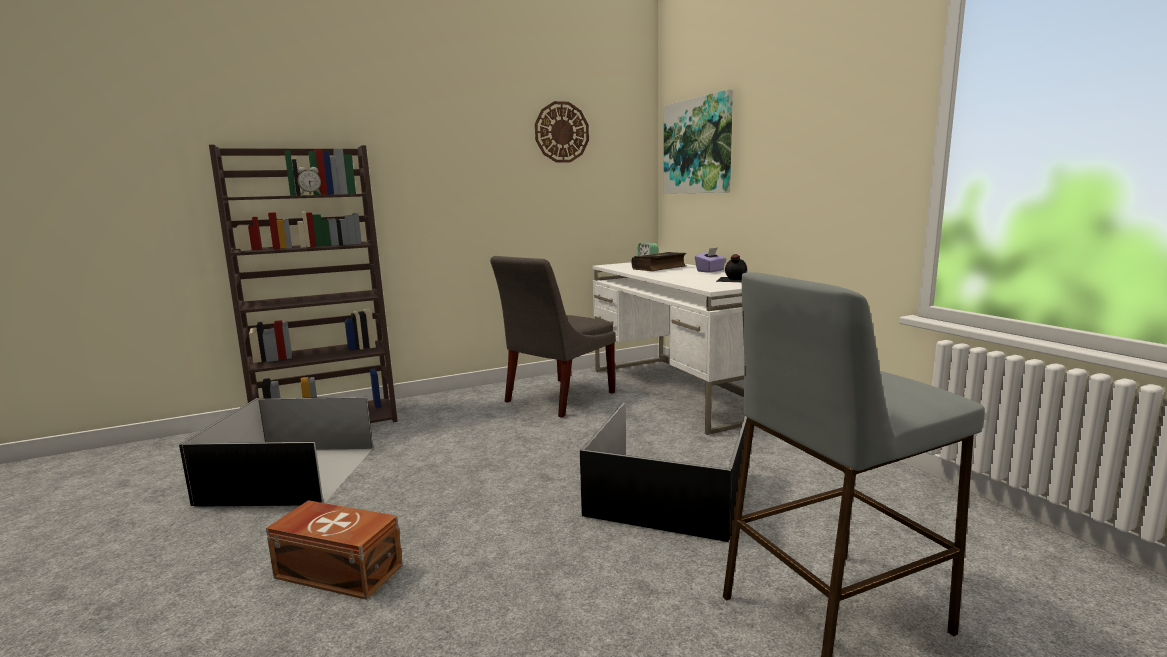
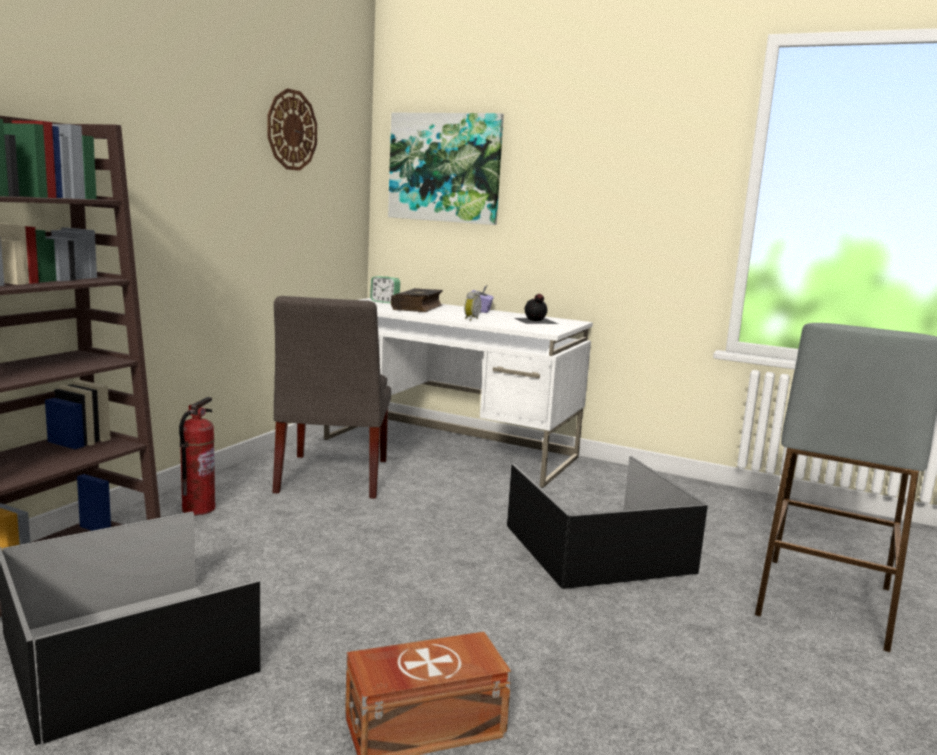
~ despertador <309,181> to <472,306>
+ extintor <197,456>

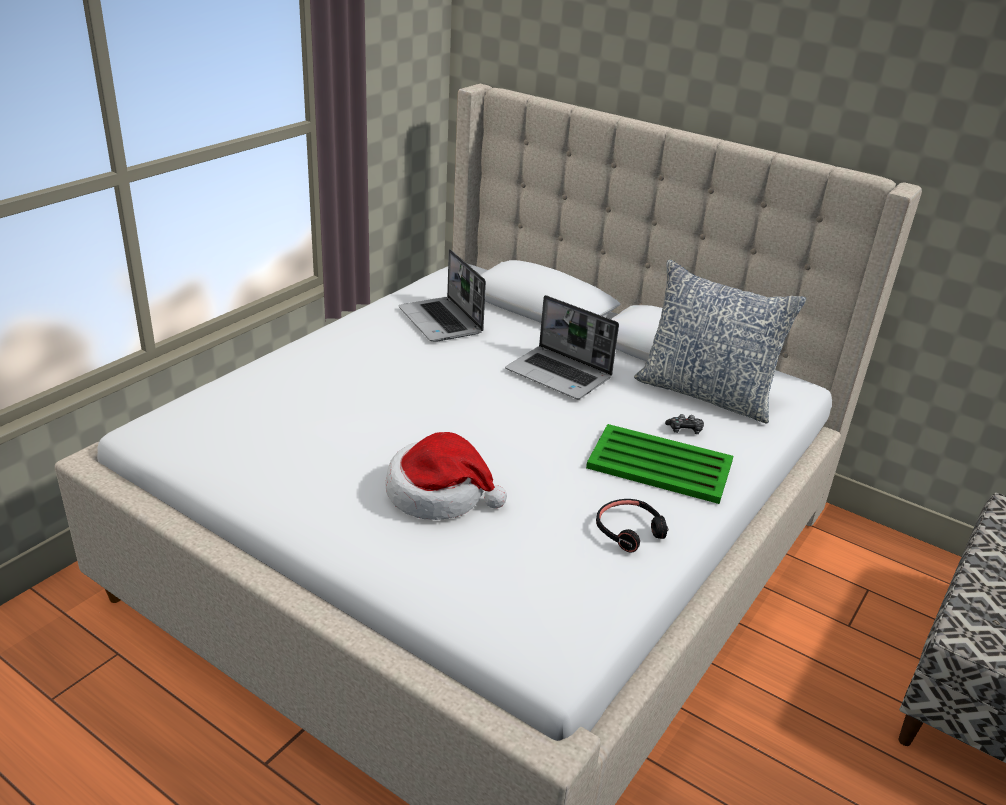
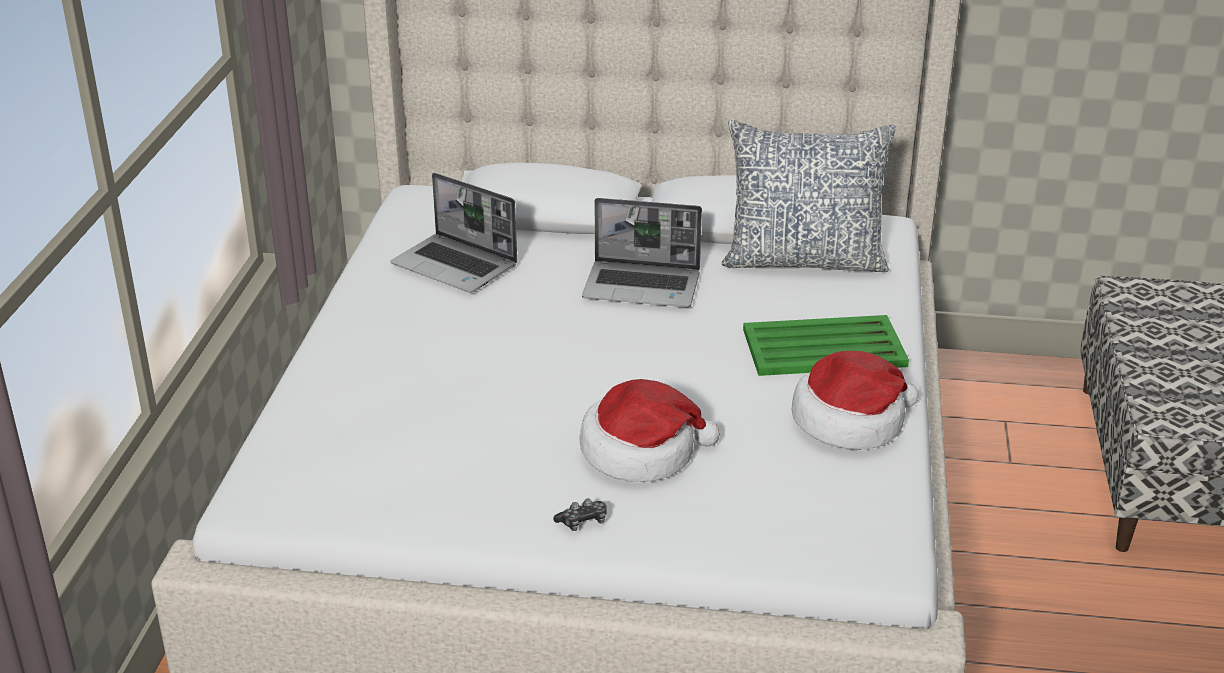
~ auriculares [negro] <632,525> to sombrero <855,400>
~ mando de consola <684,424> to <580,515>

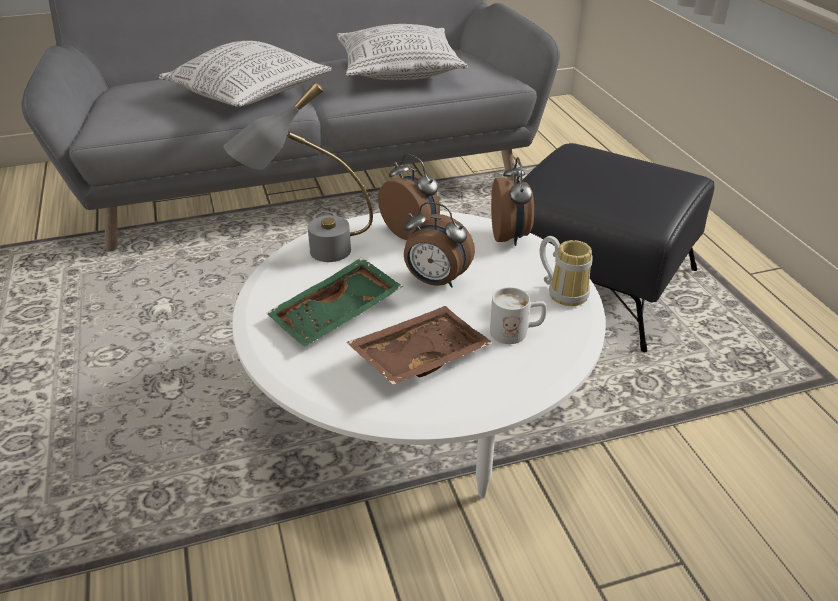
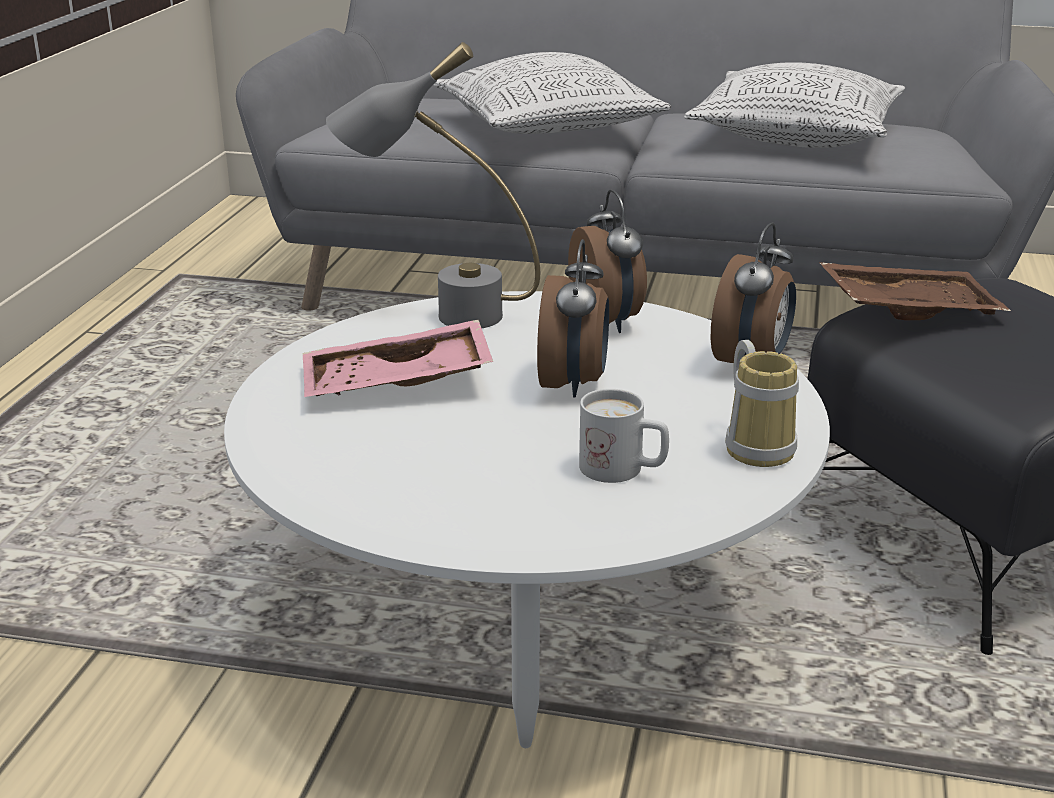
~ bandeja [verde] <334,302> to bandeja [rosa] <398,358>
~ bandeja [marrón] <419,345> to <915,291>
~ despertador <439,245> = <573,318> 135 degrees counterclockwise

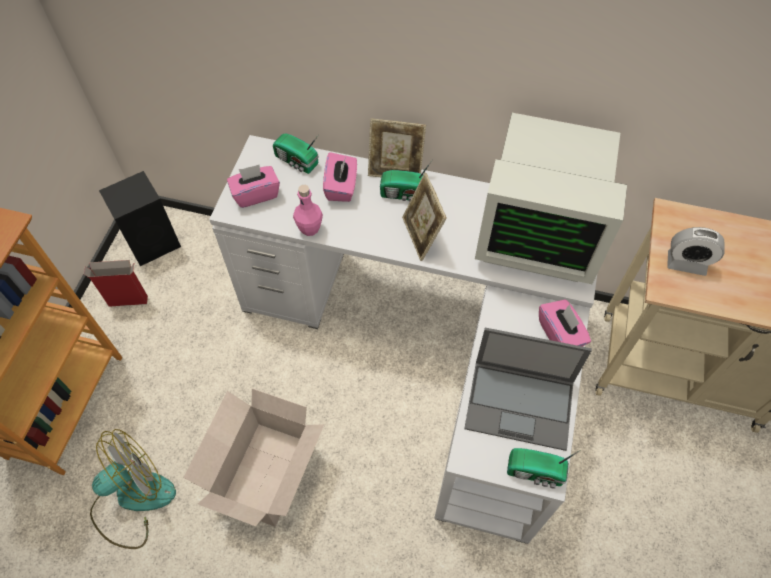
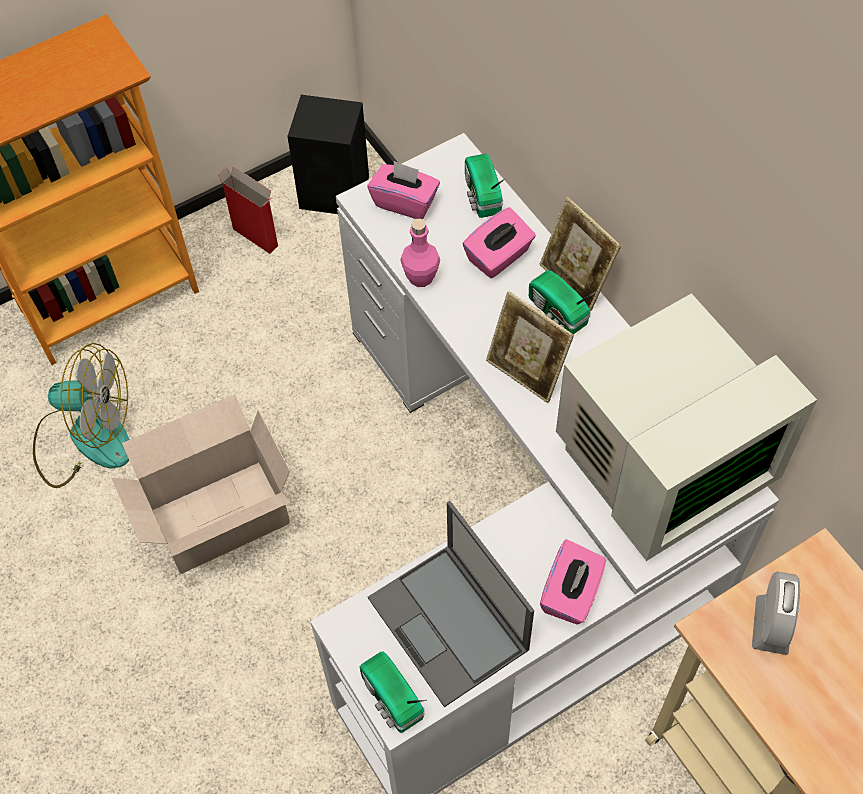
~ portarretratos <424,217> = <530,347> 75 degrees counterclockwise
~ monitor <551,198> = <686,427> 90 degrees counterclockwise
~ despertador <695,251> = <776,613> 135 degrees counterclockwise

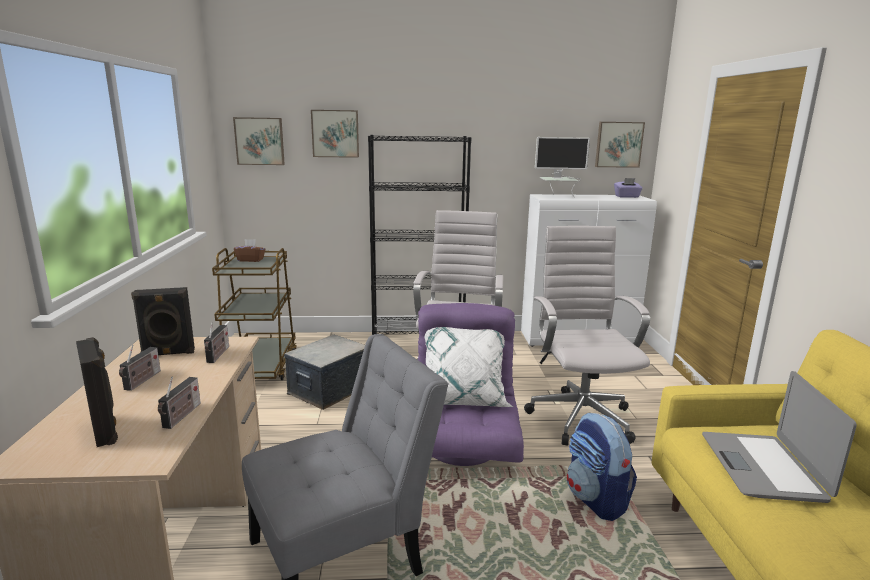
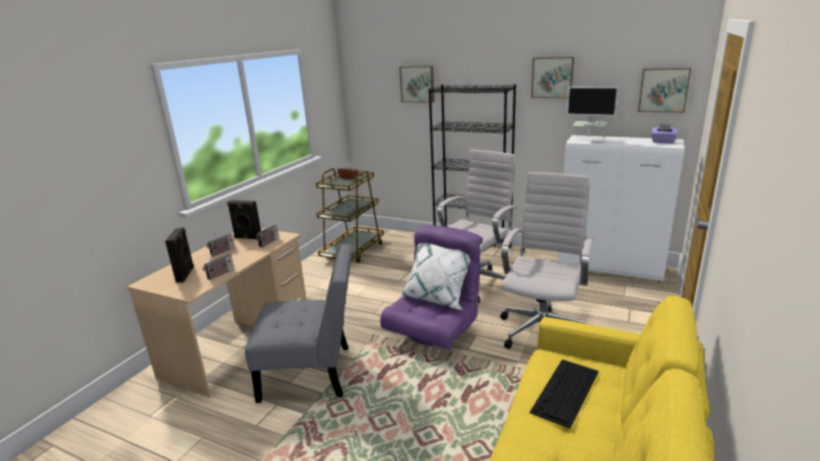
~ cuadro <259,141> to <552,77>
- caja de almacenaje <324,372>
- mochila <602,467>
~ portátil <779,437> to teclado <564,394>

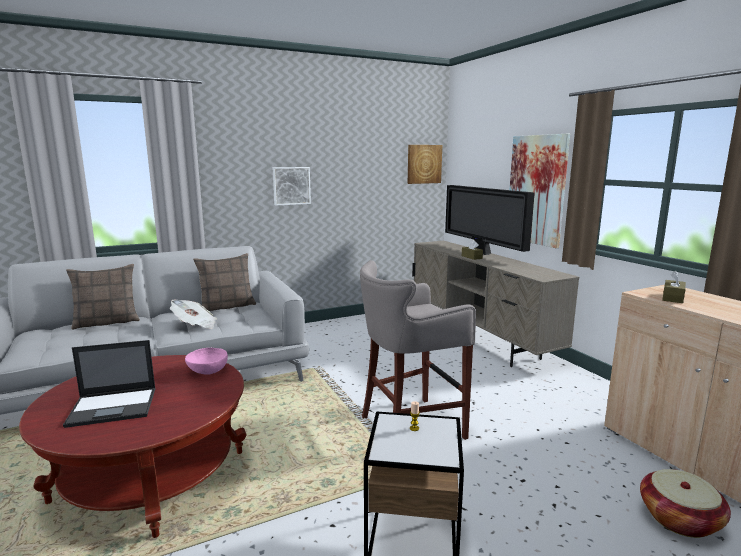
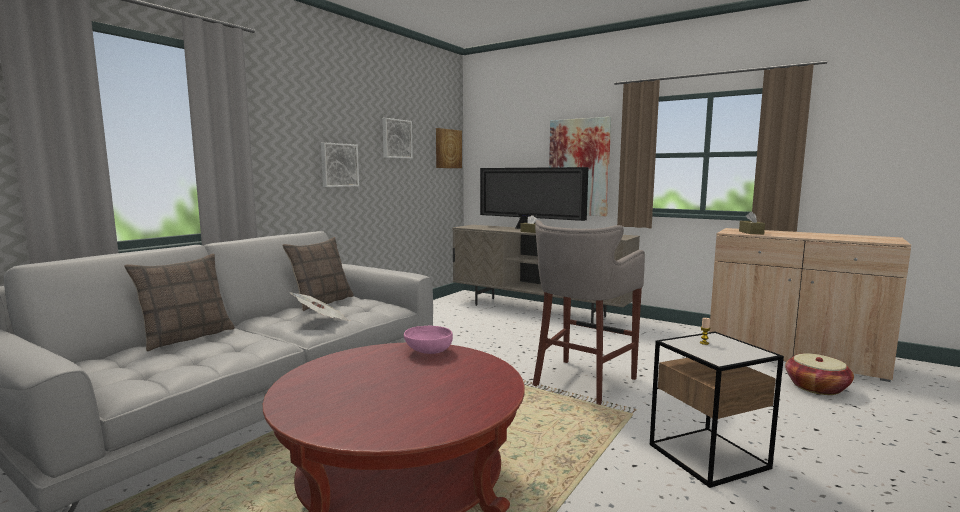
- portátil <109,384>
+ cuadro <397,138>

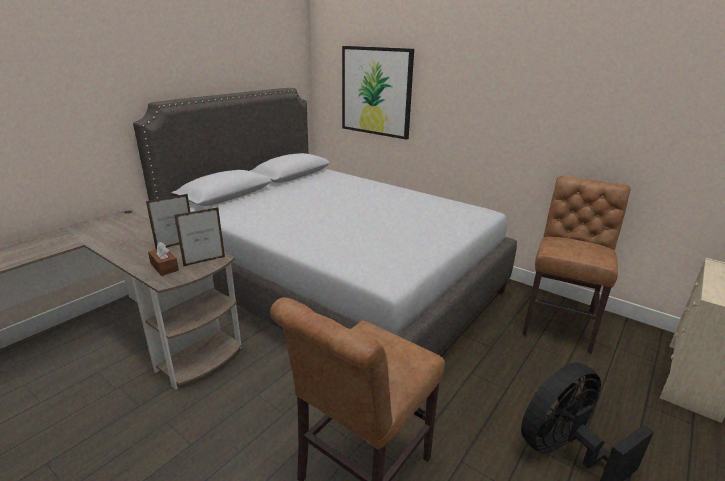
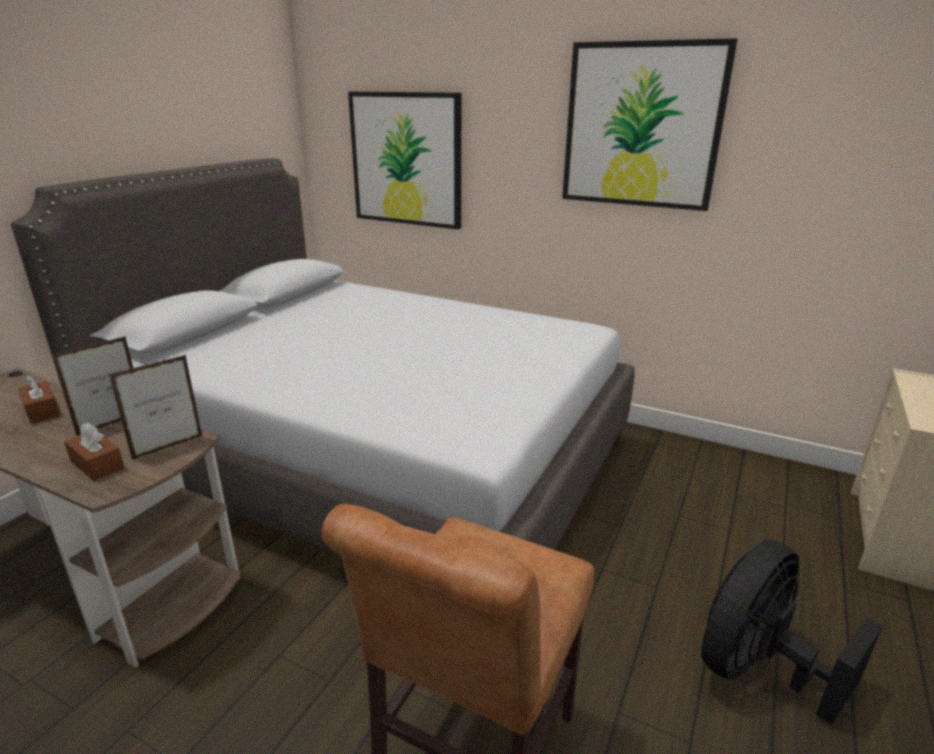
- silla [marrón] <576,265>
+ caja de pañuelos [marrón] <39,399>
+ cuadro <650,124>

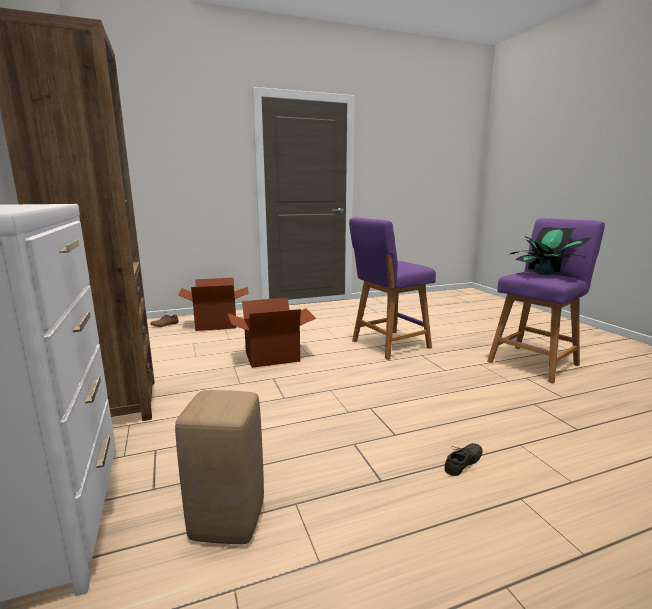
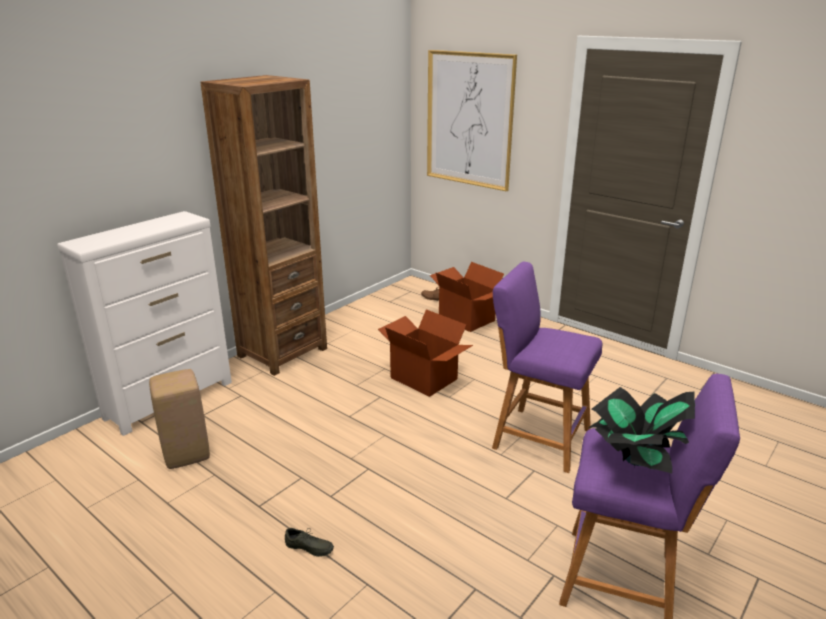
+ cuadro <472,120>

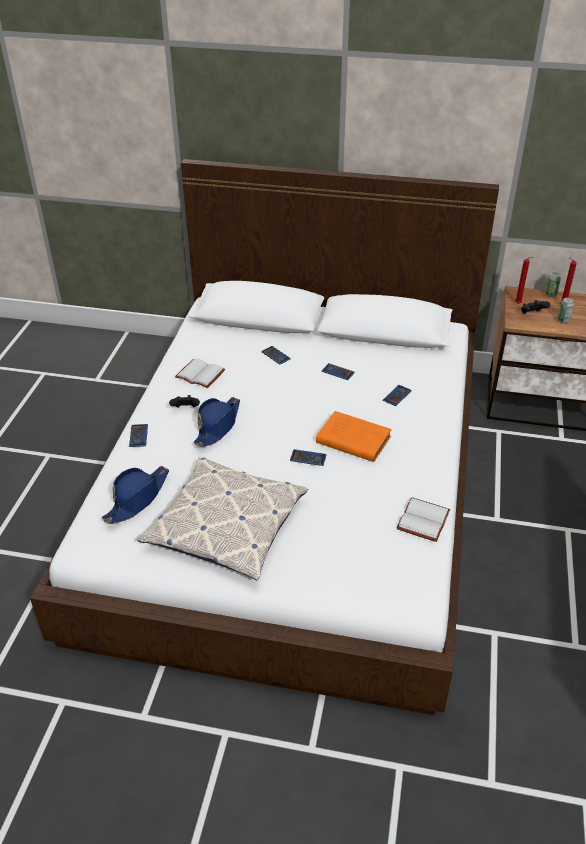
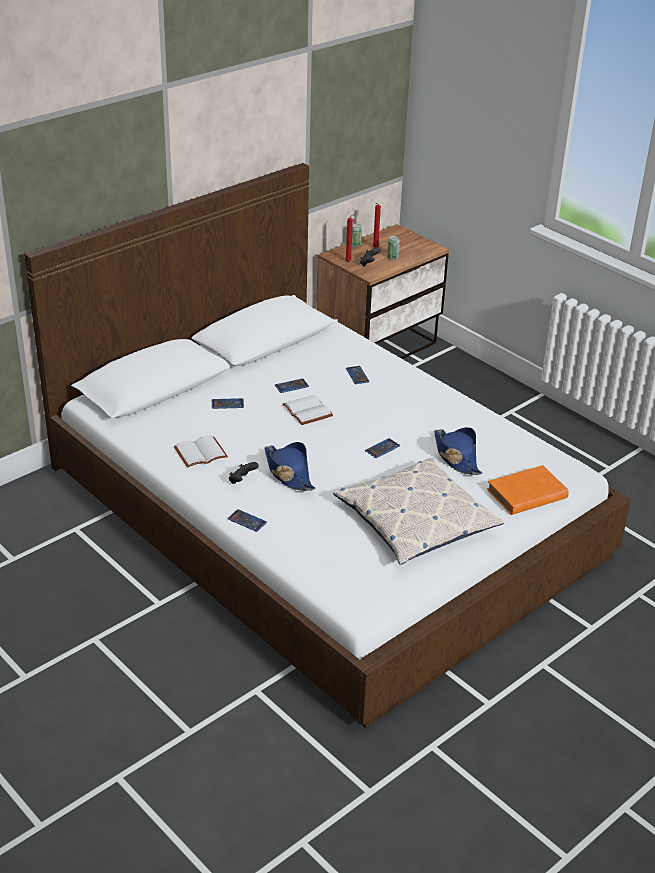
~ sombrero [azul] <135,495> to <458,451>
~ libro [naranja] <354,436> to <528,490>
~ libro [blanco] <424,519> to <308,410>

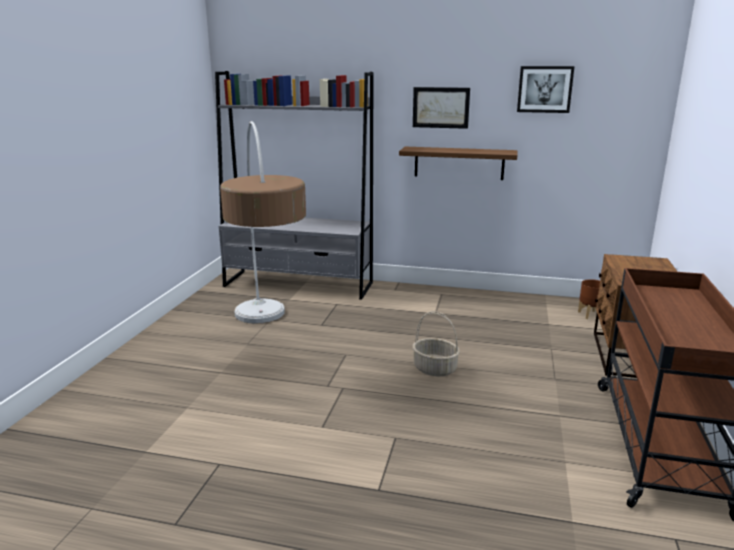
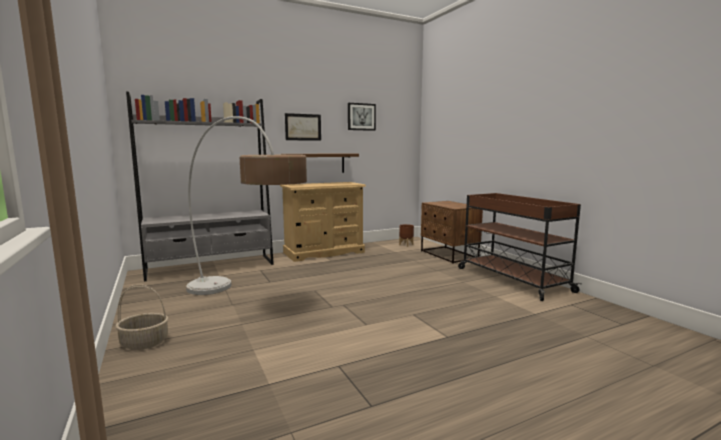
~ cesta <436,343> to <142,317>
+ cómoda [beis] <323,222>

